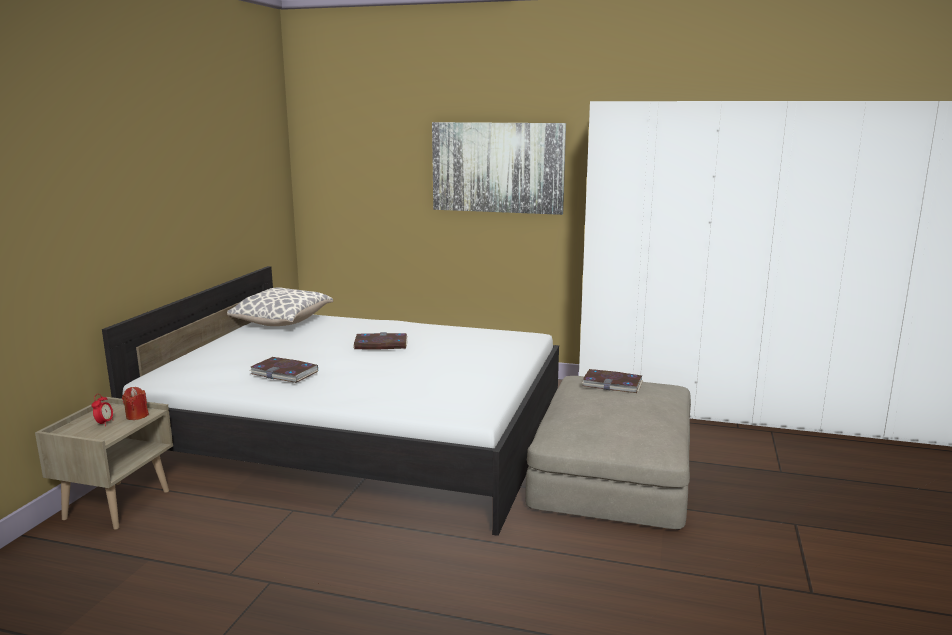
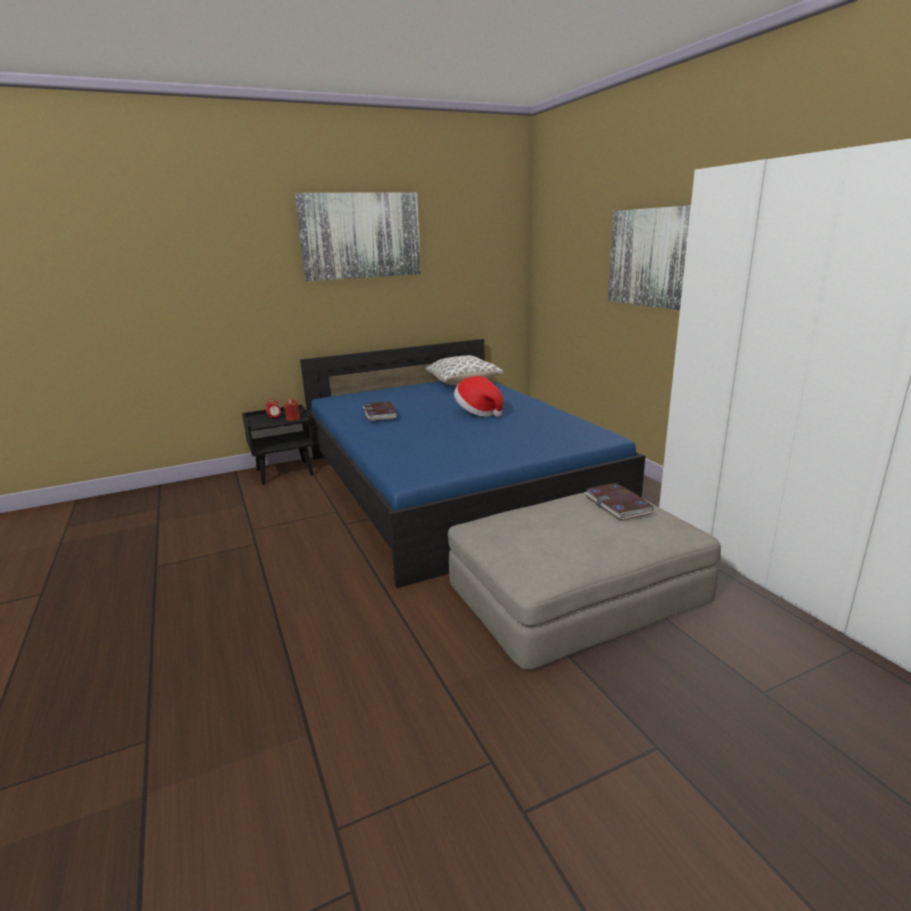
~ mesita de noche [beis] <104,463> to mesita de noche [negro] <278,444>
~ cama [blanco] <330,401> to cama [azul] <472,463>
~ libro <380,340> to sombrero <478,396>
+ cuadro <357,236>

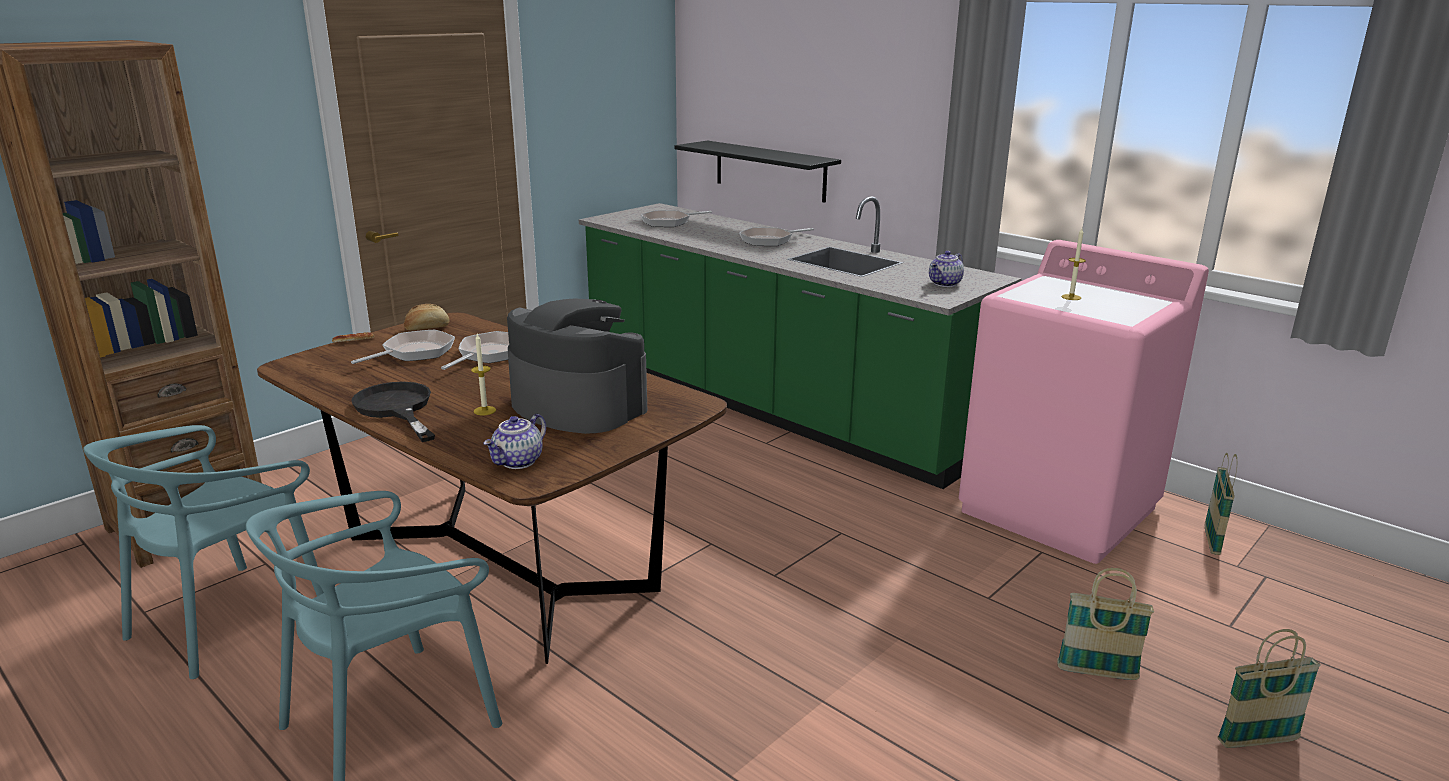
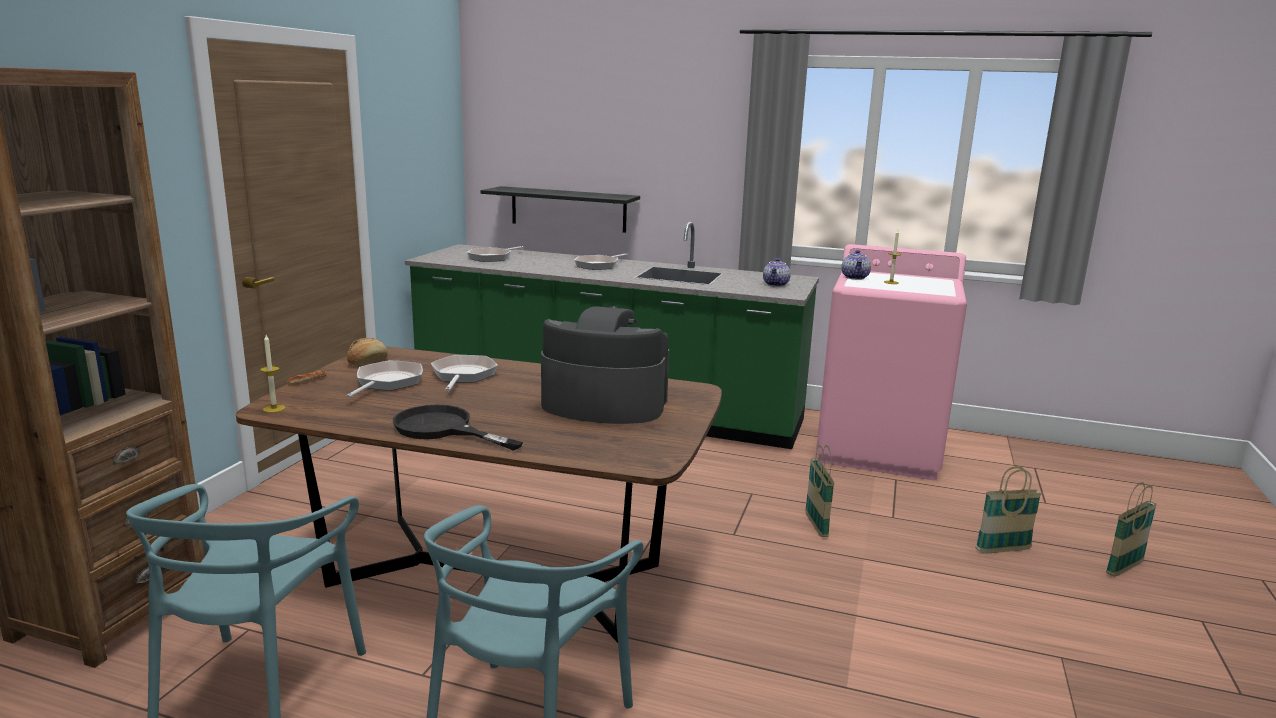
~ vela <483,374> to <272,374>
~ tetera <514,441> to <856,265>
~ cesta <1221,504> to <820,491>

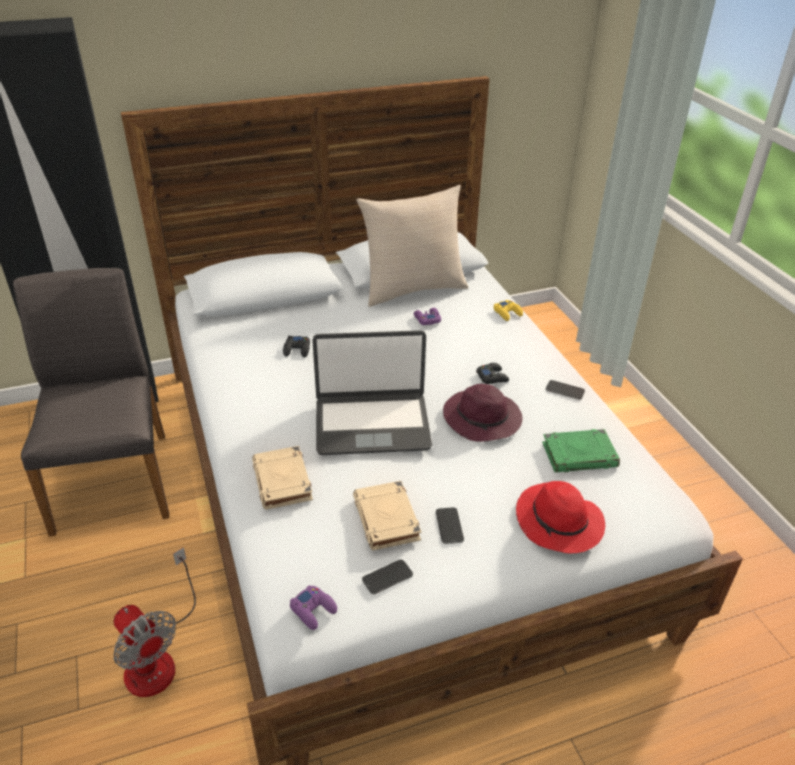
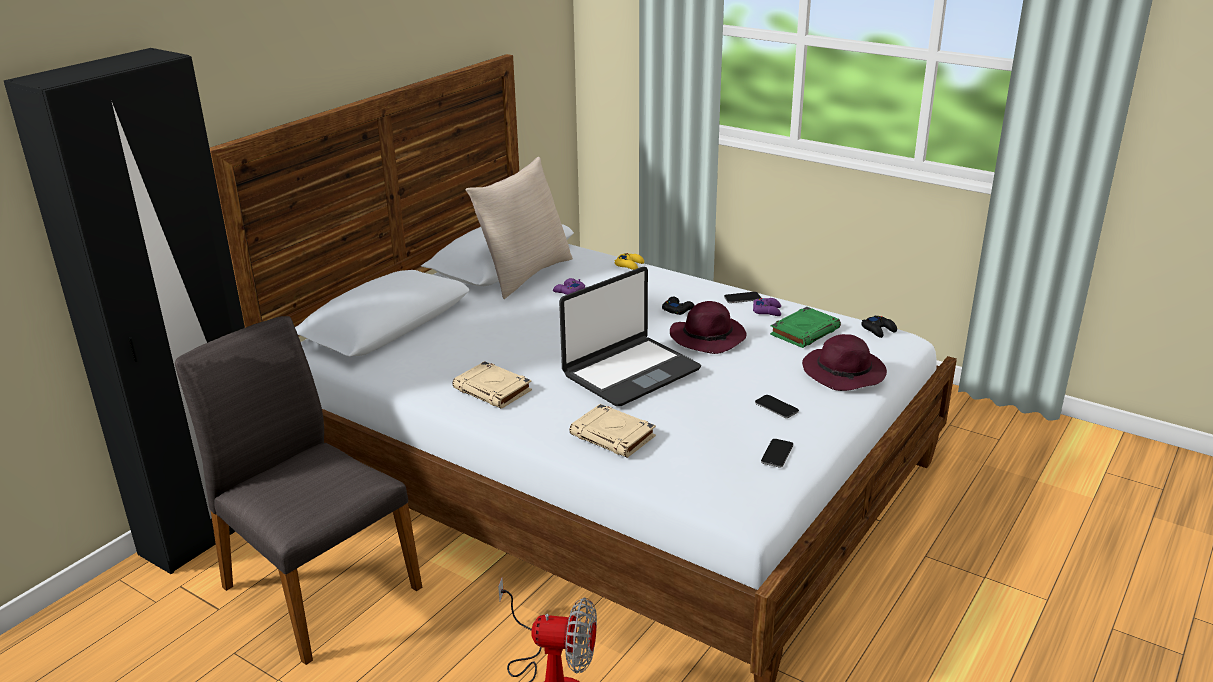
~ mando de consola [negro] <296,346> to <879,327>
~ mando de consola [morado] <313,607> to <767,307>
~ libro [beis] <387,515> to <492,385>
~ sombrero [rojo] <560,517> to sombrero [morado] <844,362>

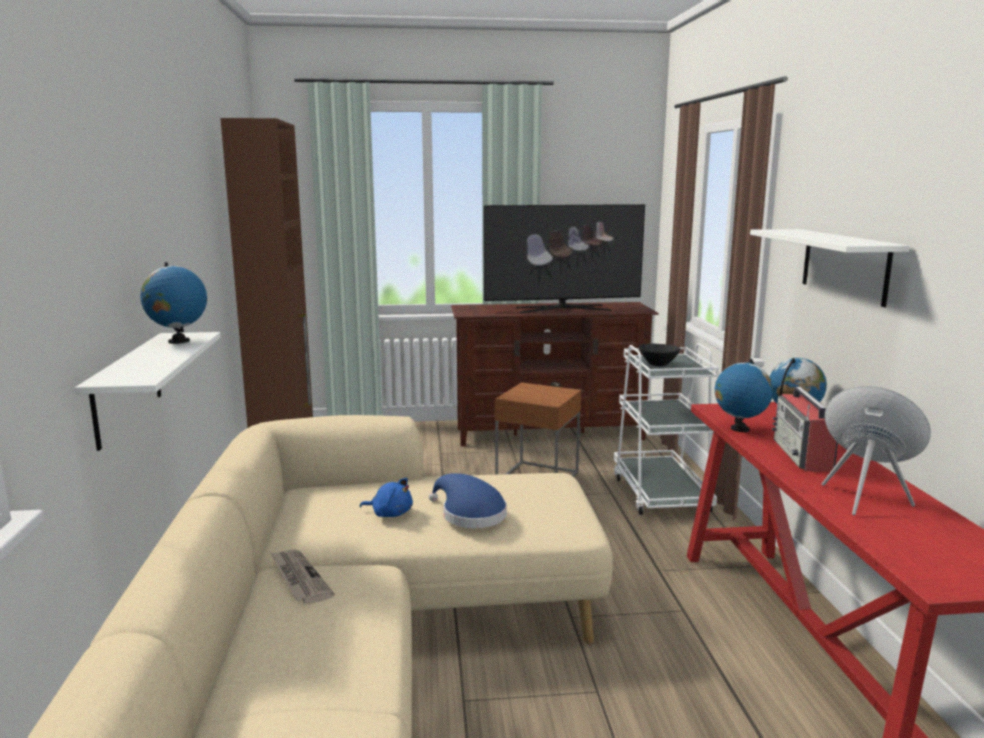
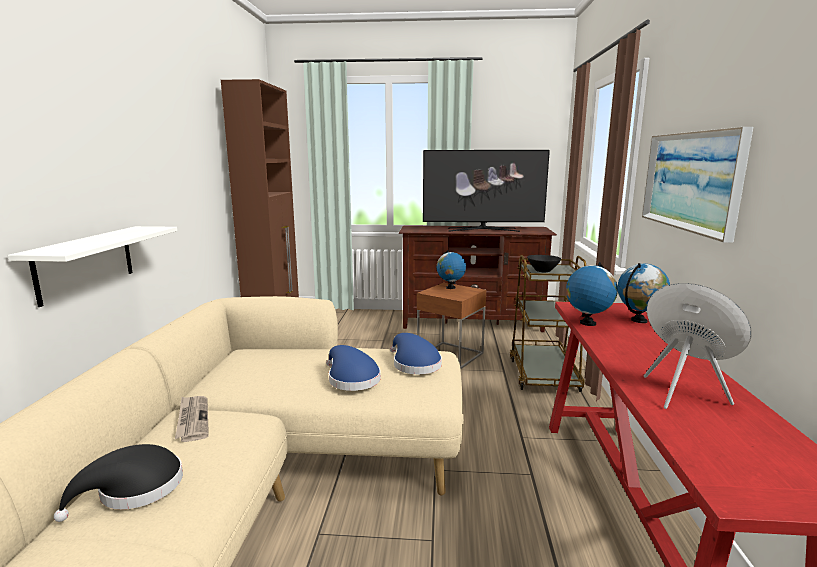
~ globo terráqueo <173,303> to <451,269>
- peluche [azul] <386,497>
~ carrito [blanco] <666,429> to carrito [marrón] <548,323>
~ estante [blanco] <830,268> to cuadro <697,185>
- radio <805,429>
+ sombrero [negro] <118,483>
+ sombrero [azul] <416,353>

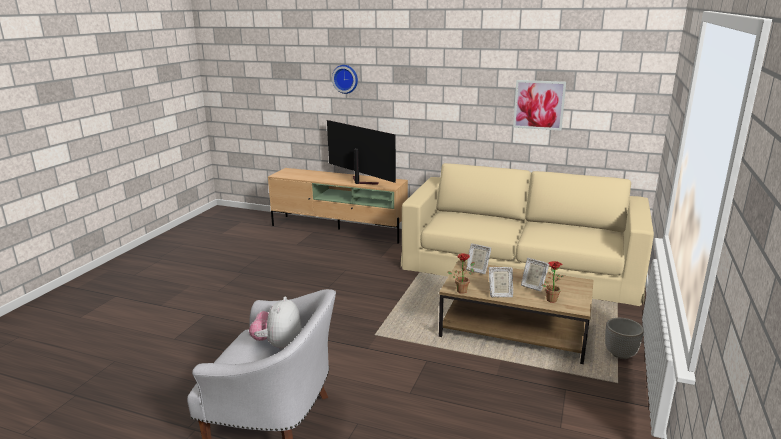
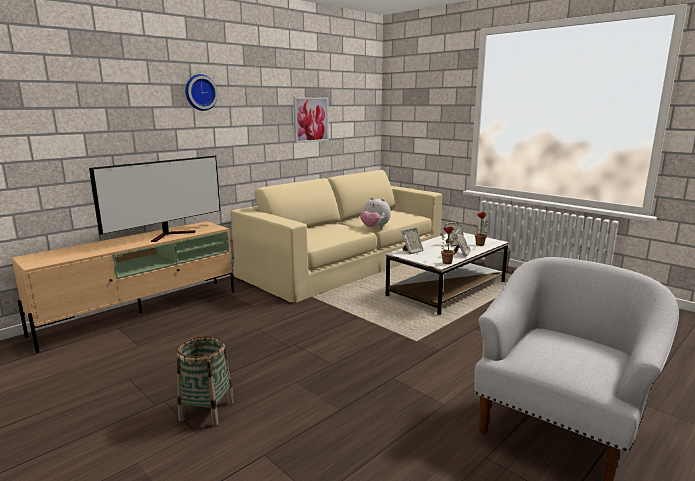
~ peluche <275,323> to <375,212>
~ televisor <361,152> = <154,199> 150 degrees clockwise
~ reloj de pared <345,79> to <201,92>
~ mesa de centro [marrón] <516,312> to mesa de centro [blanco] <447,274>
+ cesta <205,381>

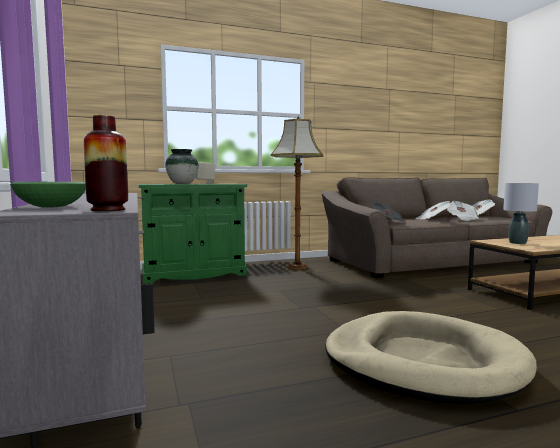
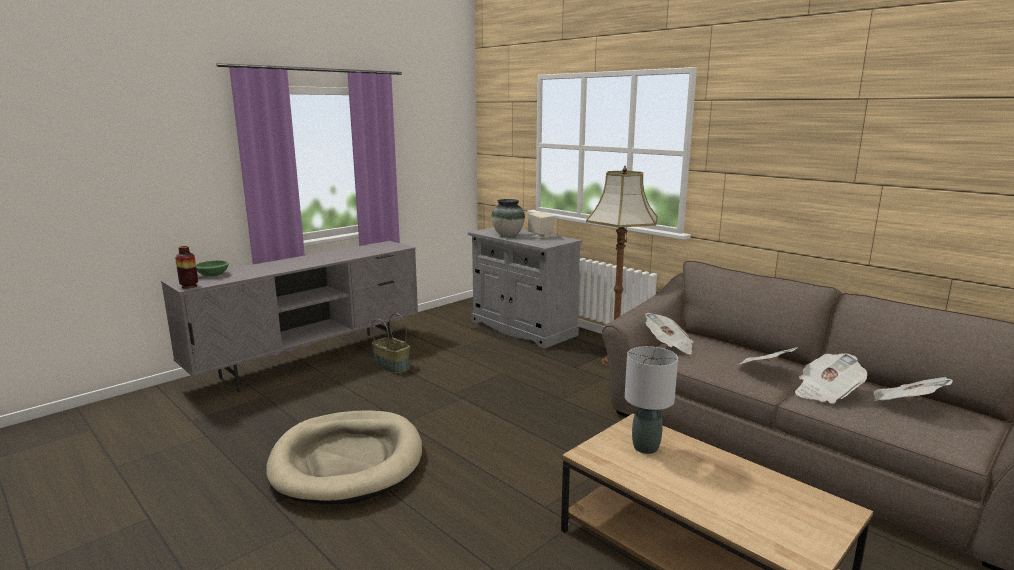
~ armario [verde] <193,234> to armario [gris] <525,287>
+ cesta <391,343>

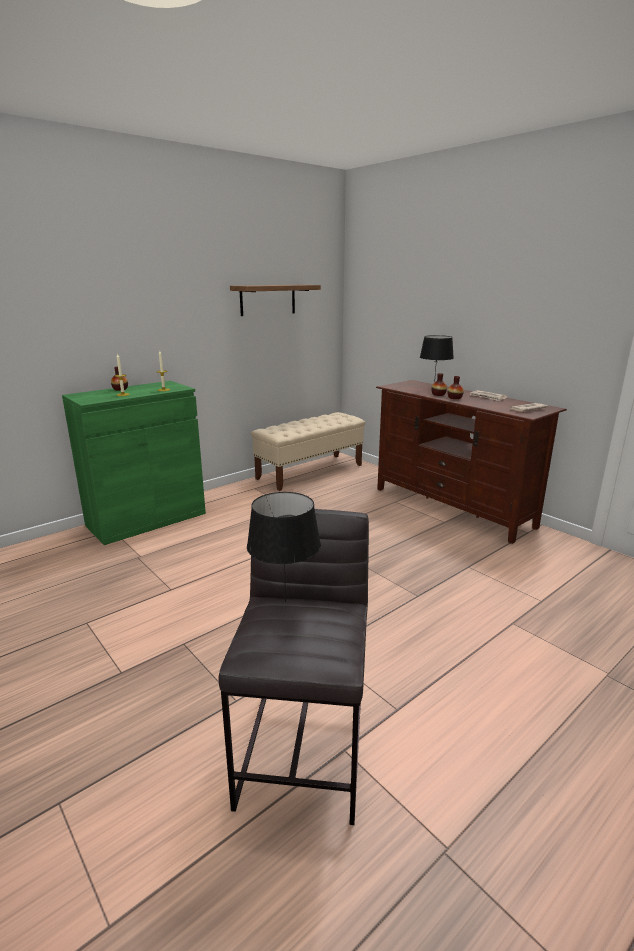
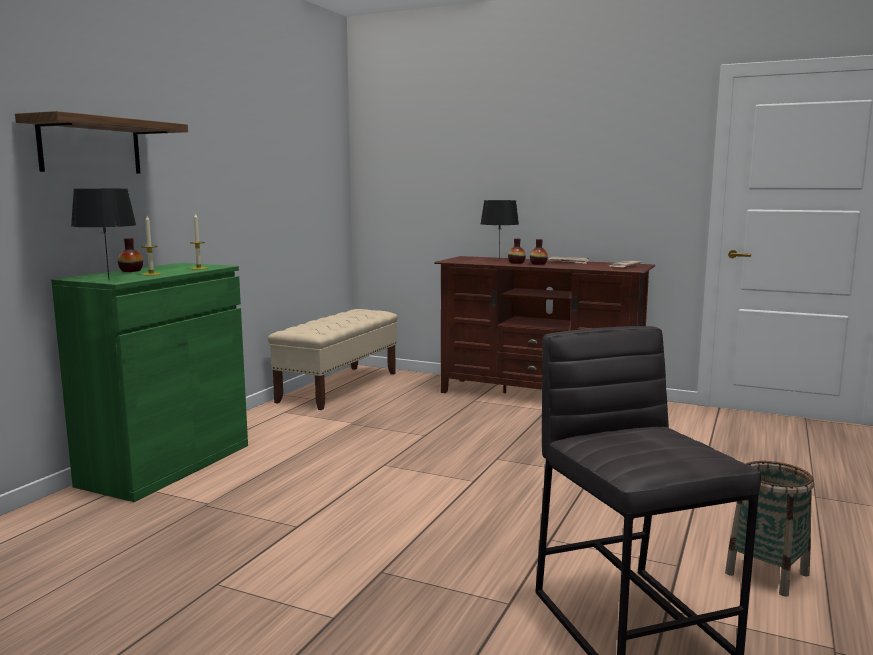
~ estante <275,300> to <101,142>
~ lámpara de mesa [negro] <284,547> to <103,234>
+ cesta <769,529>

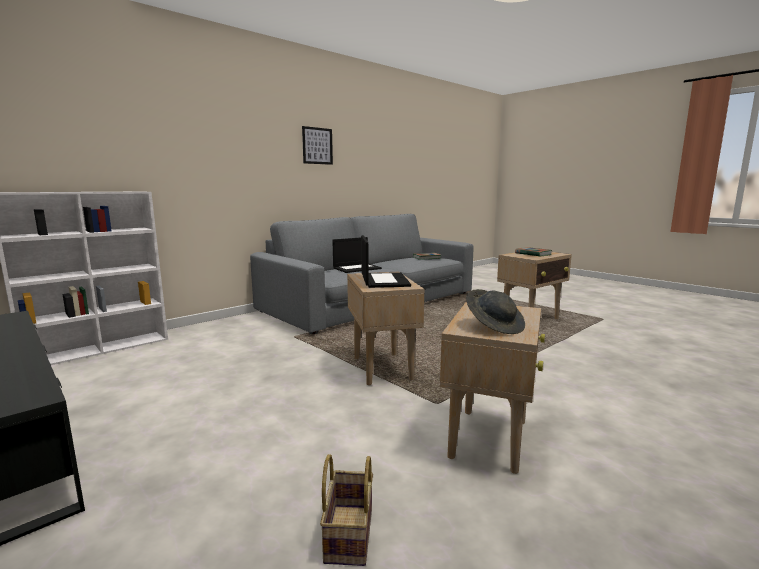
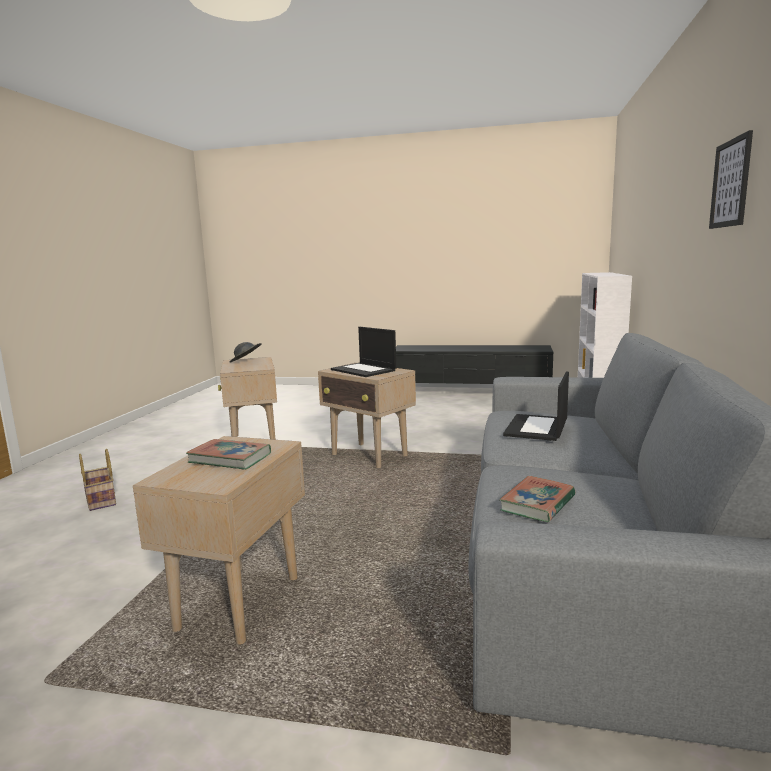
~ cesta <346,510> to <97,480>

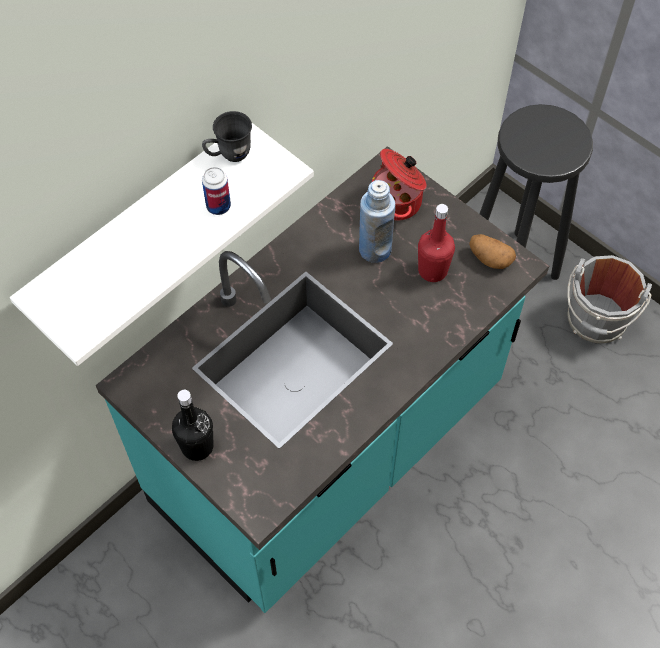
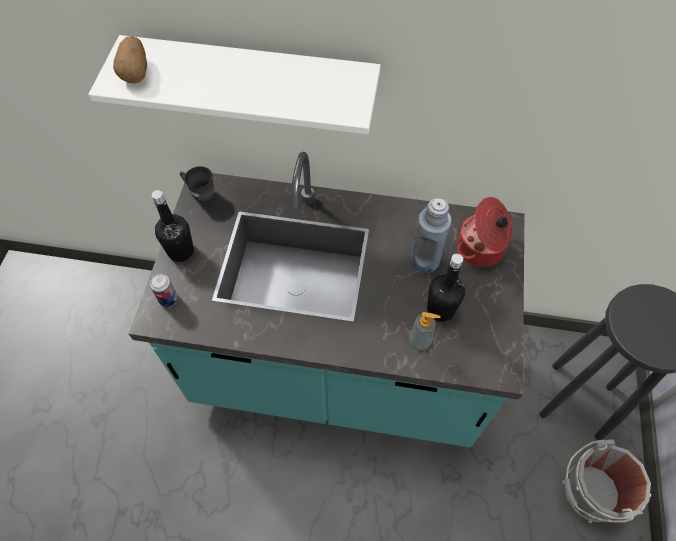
~ taza grande [gris] <227,136> to <197,184>
~ lata <216,191> to <164,290>
~ botella [rojo] <436,243> to botella [negro] <446,288>
~ patata <492,251> to <130,60>
+ dispensador de jabón <425,331>

